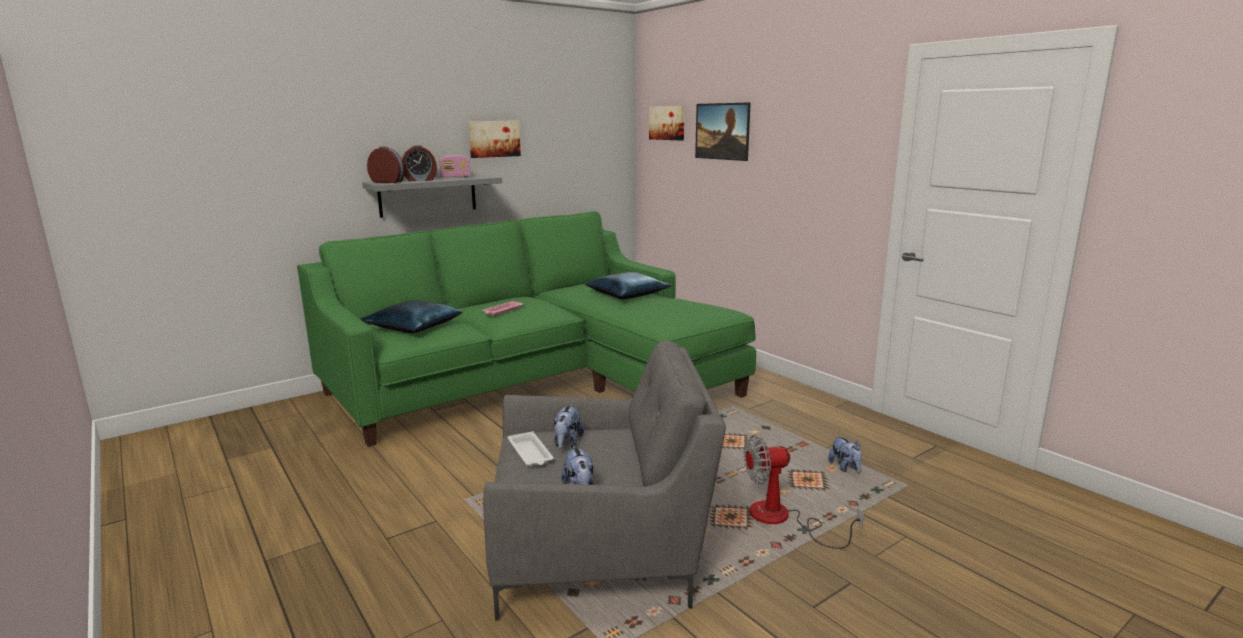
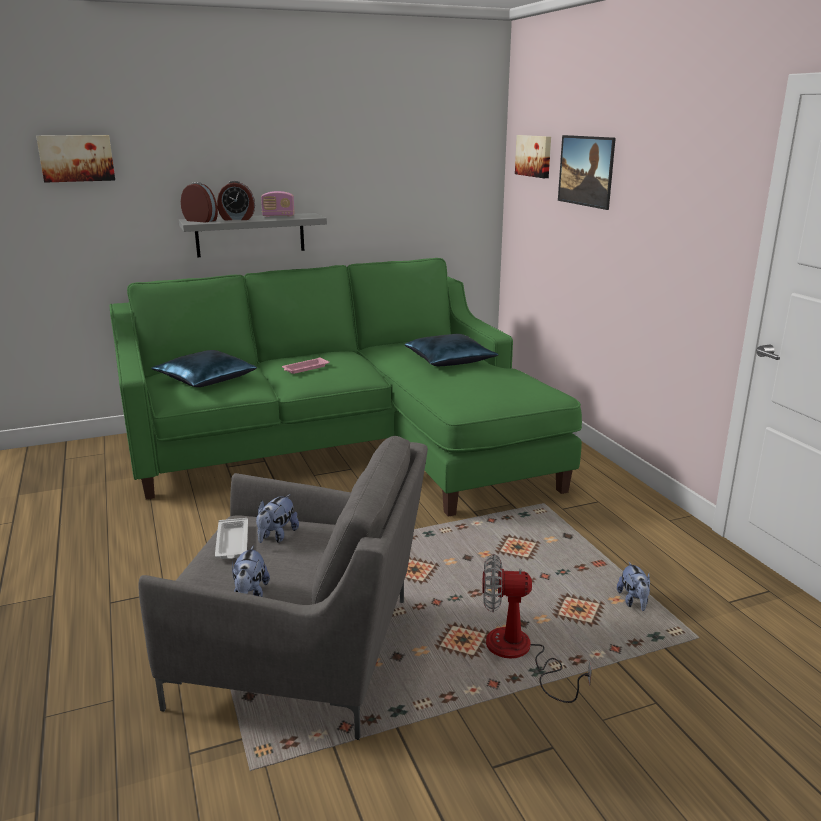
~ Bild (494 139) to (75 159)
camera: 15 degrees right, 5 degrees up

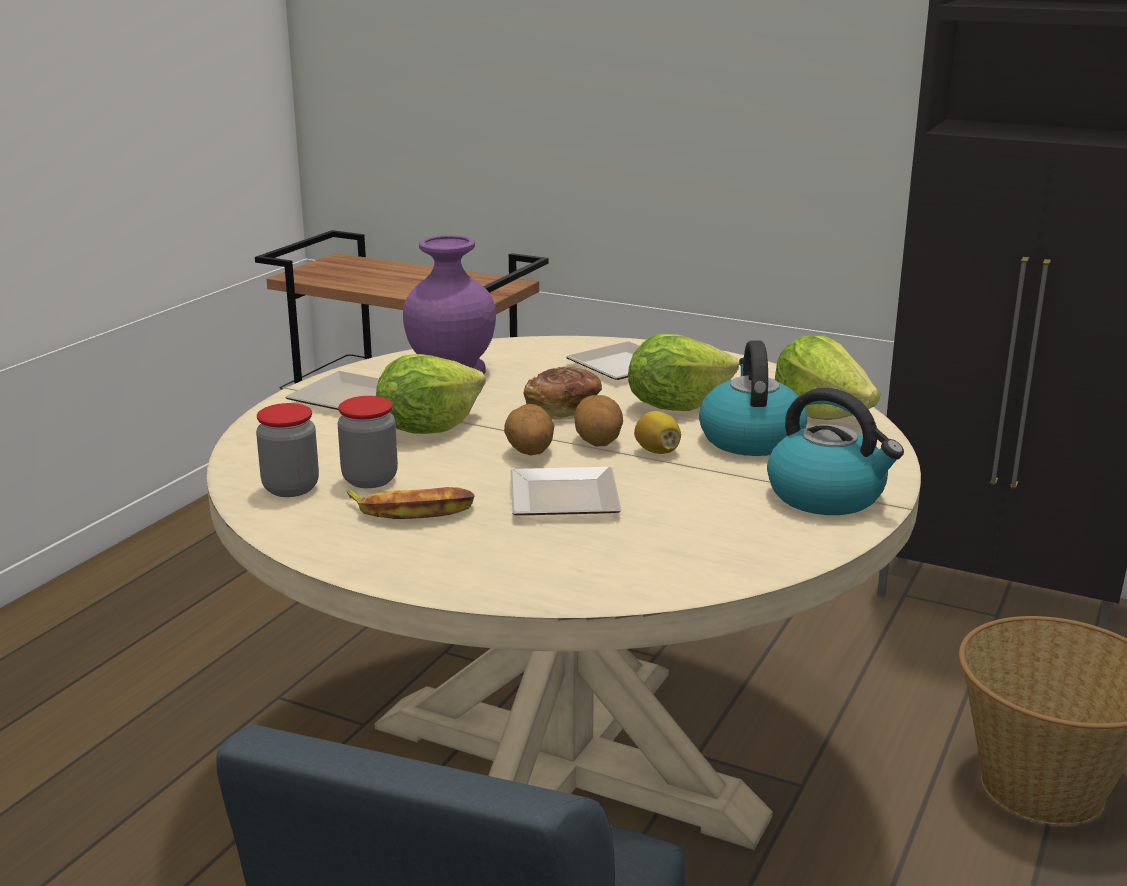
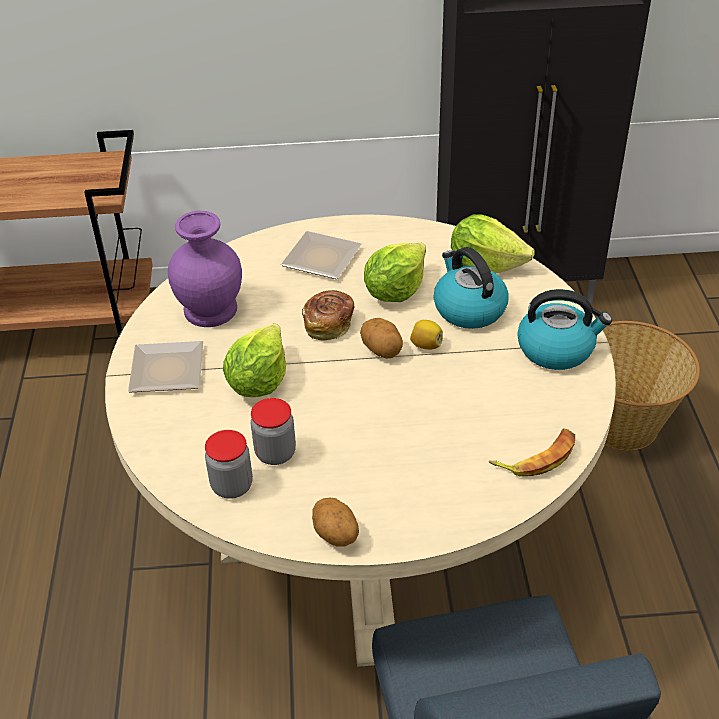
~ Banane (410 503) to (532 452)
~ Kartoffel (529 430) to (335 522)
- Teller (566 491)
camera: 30 degrees left, 20 degrees up

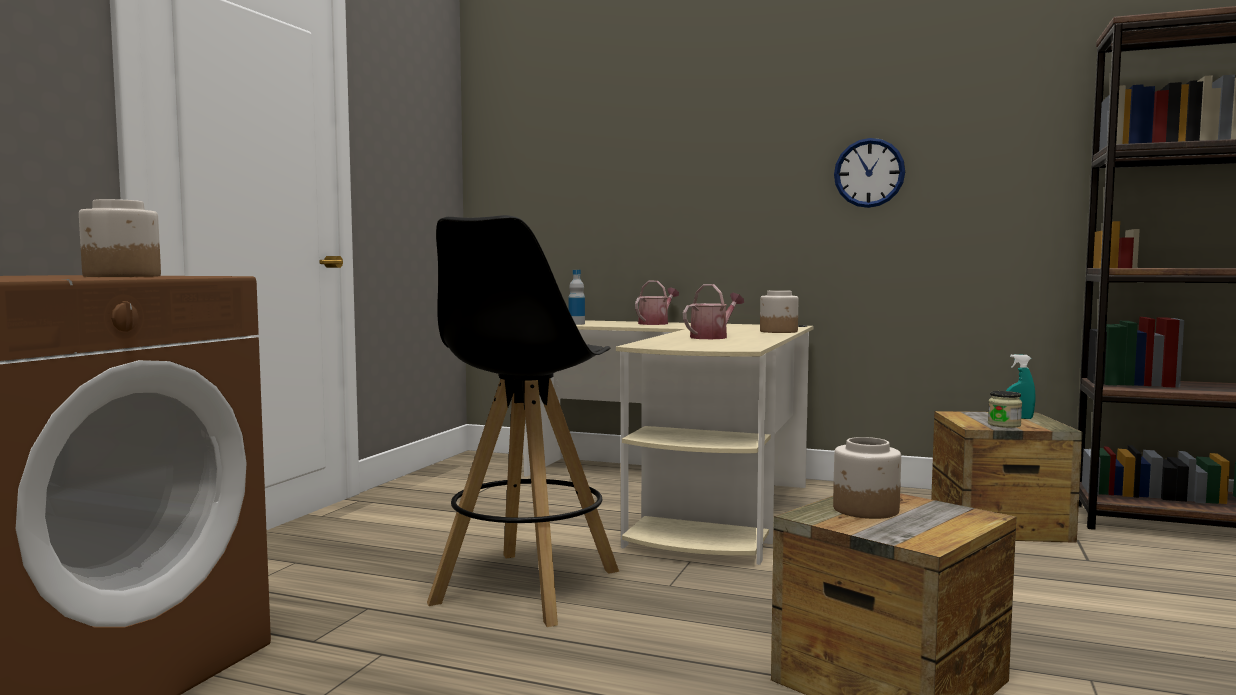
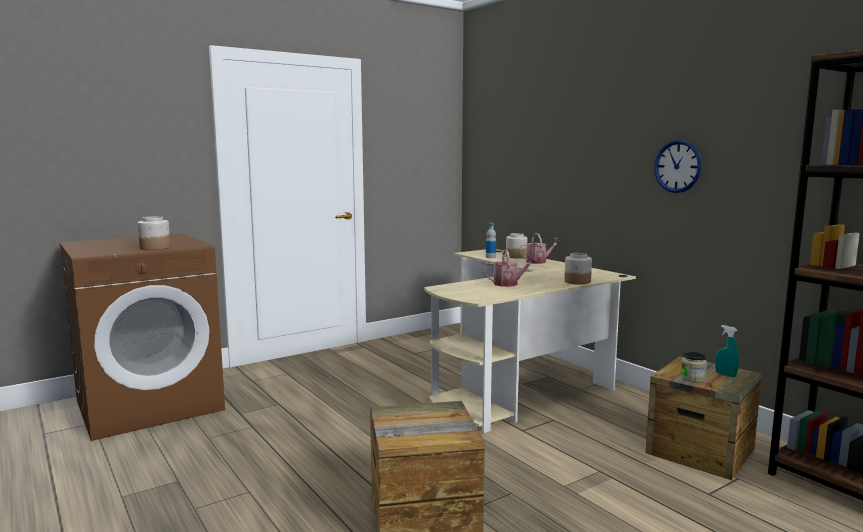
- Hocker [schwarz] (523 421)
~ Vorratsglas (867 478) to (516 245)
camera: 35 degrees right, 5 degrees up

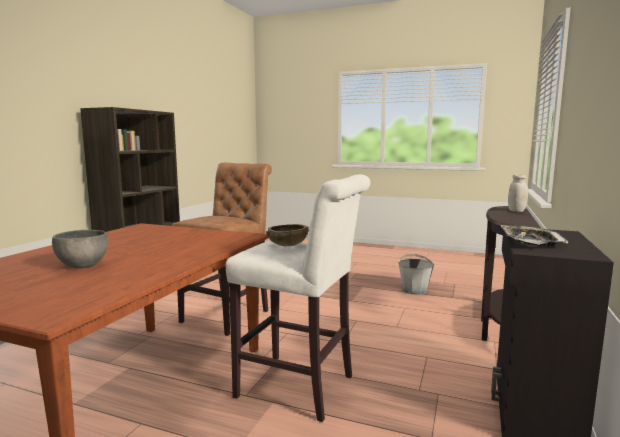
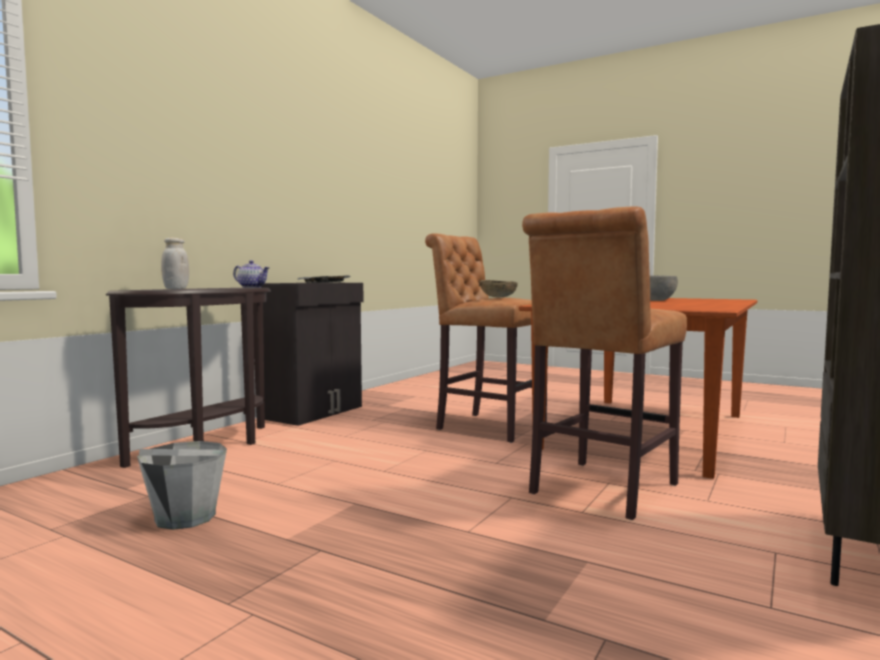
~ Hocker [weiß] (298 298) to Hocker [braun] (486 338)
+ Teekanne (251 274)
camera: 170 degrees left, 5 degrees down

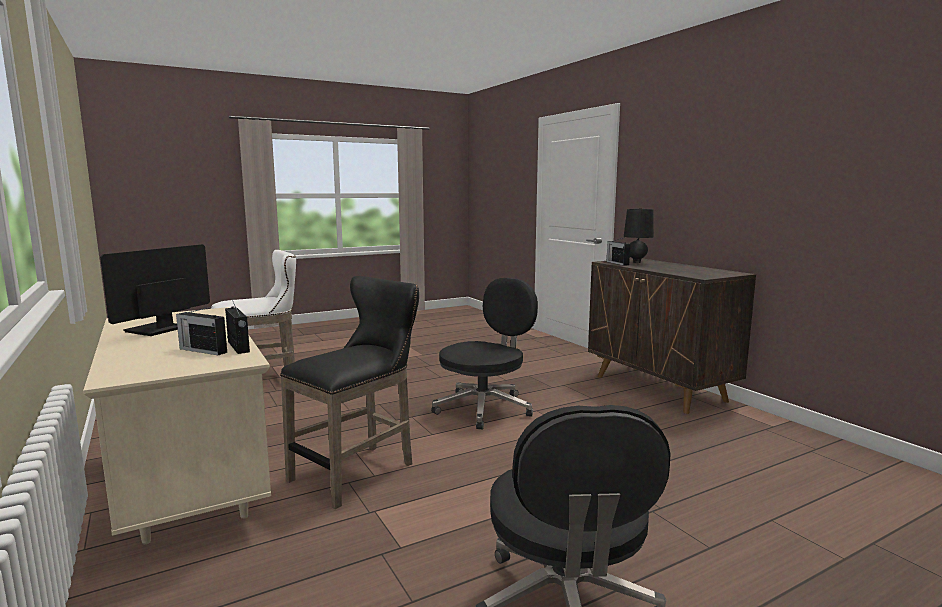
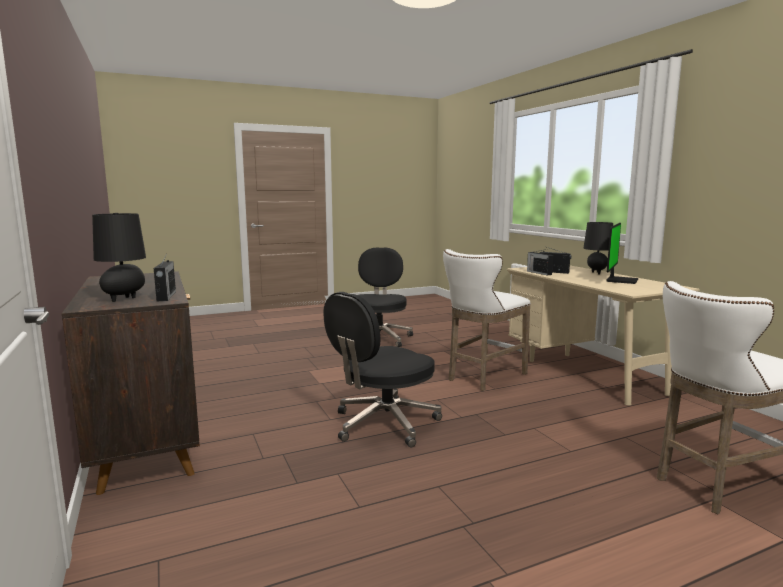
~ Hocker [schwarz] (349 392) to Hocker [weiß] (487 320)
+ Tischlampe [schwarz] (598 248)
camera: 175 degrees left, 0 degrees up

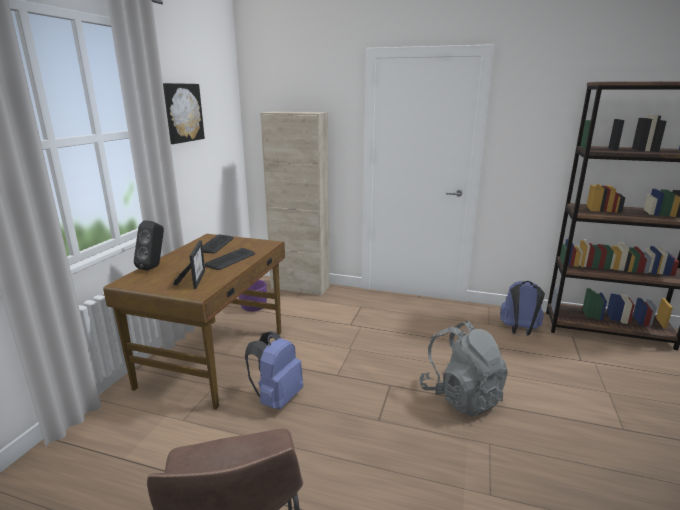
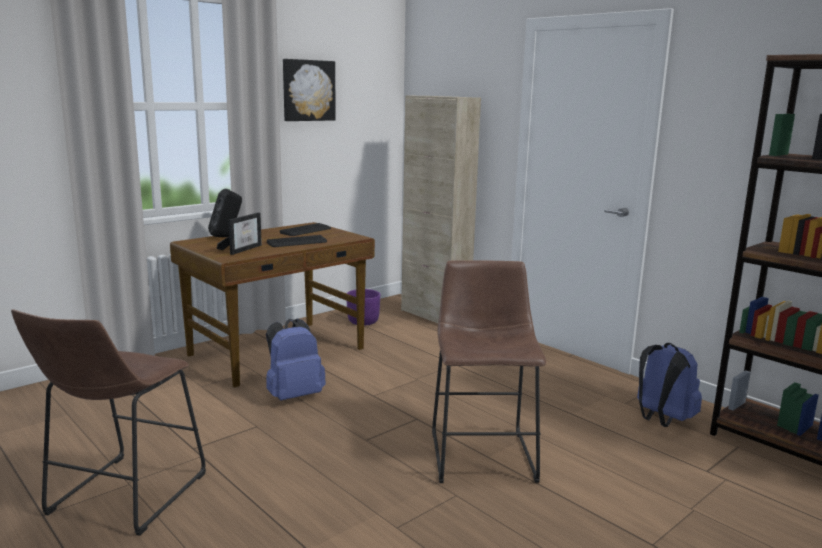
~ Rucksack [grau] (463 369) to Hocker [braun] (489 371)
camera: 30 degrees right, 5 degrees down

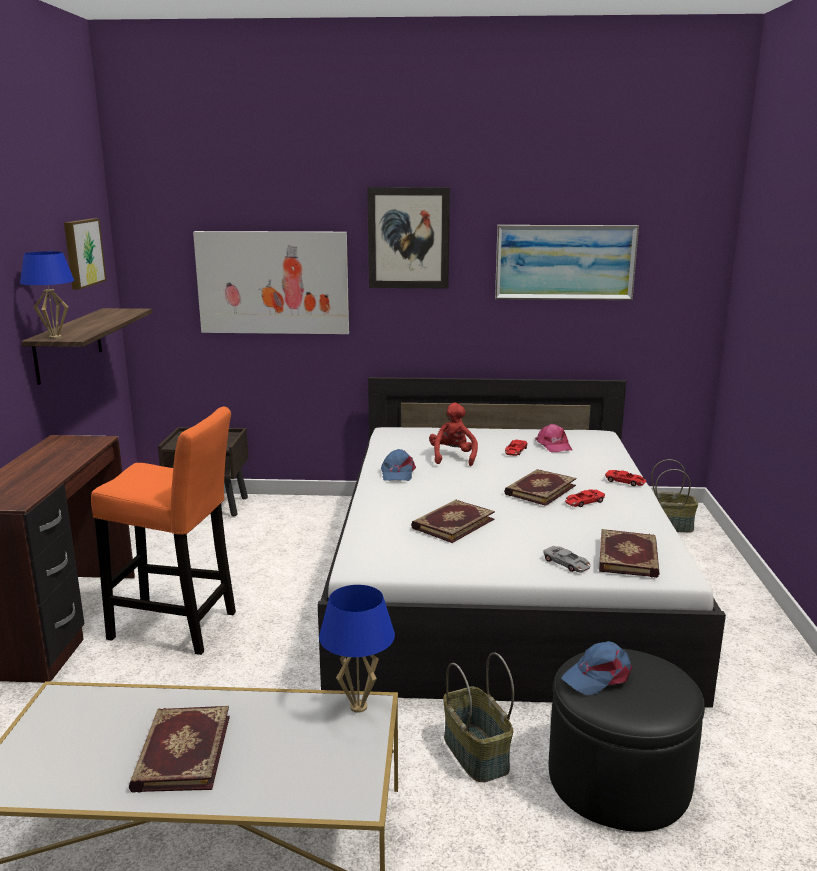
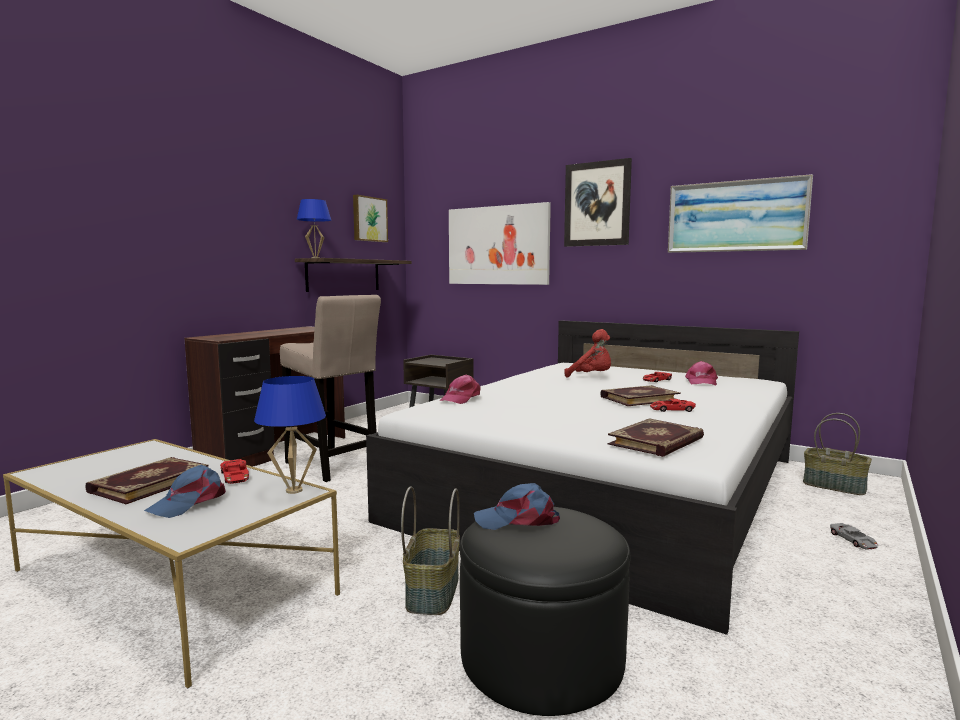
~ Hocker [orange] (163 531) to Hocker [beige] (330 388)
~ Kappe [blau] (398 465) to (185 491)
- Buch (453 521)
~ Plüschtier [rot] (453 434) = (587 353) 90 degrees clockwise
~ Spielzeugauto [grau] (567 559) to (854 536)
~ Spielzeugauto [rot] (625 478) to (234 471)
+ Kappe [rosa] (460 389)
camera: 30 degrees right, 10 degrees down

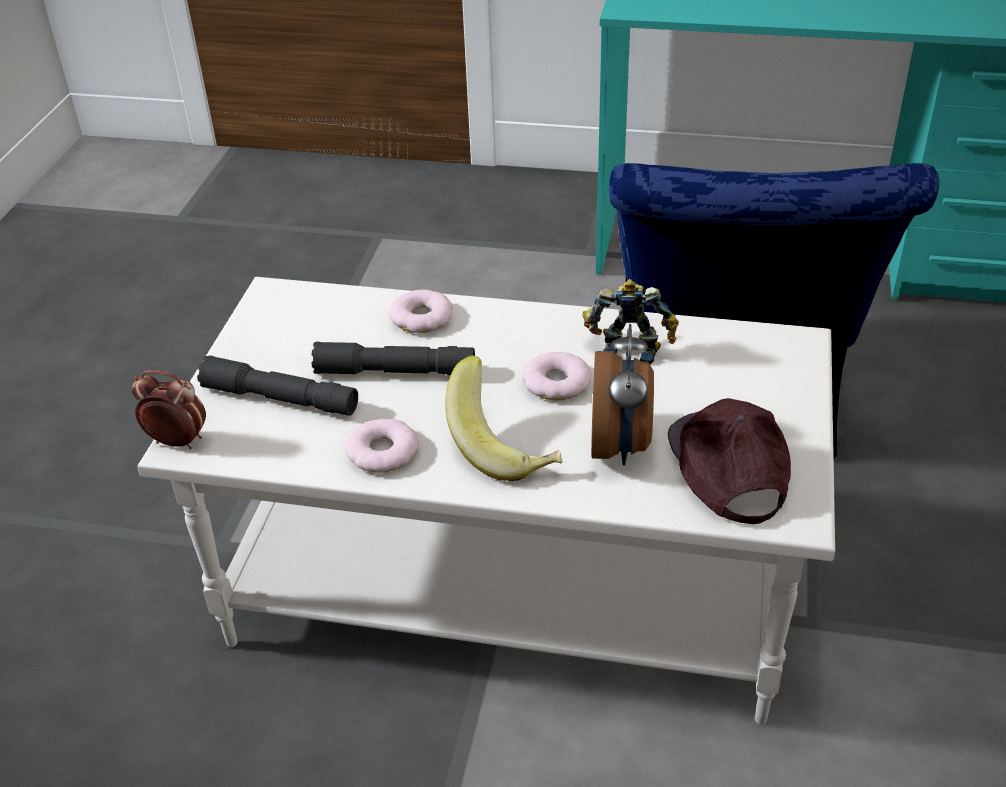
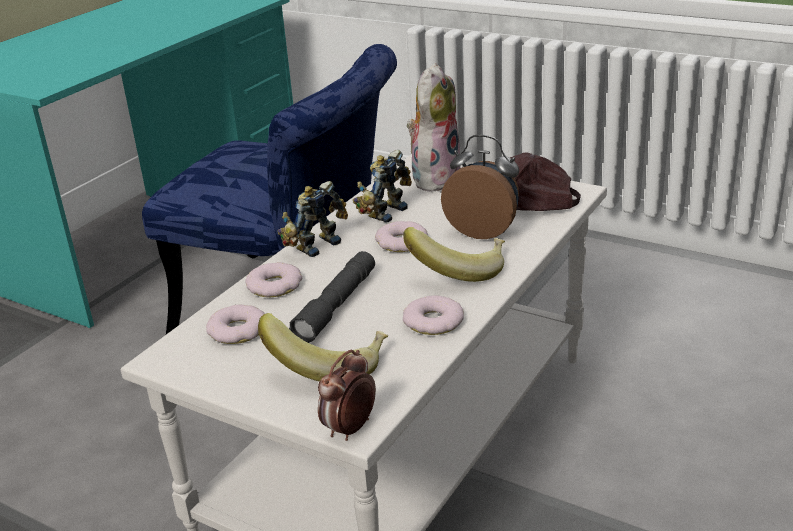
~ Taschenlampe [grau] (277 385) to Banane (323 347)
+ Donut (235 324)
+ Spielzeugroboter (312 219)
+ Plüschtier (433 127)
camera: 70 degrees left, 10 degrees down

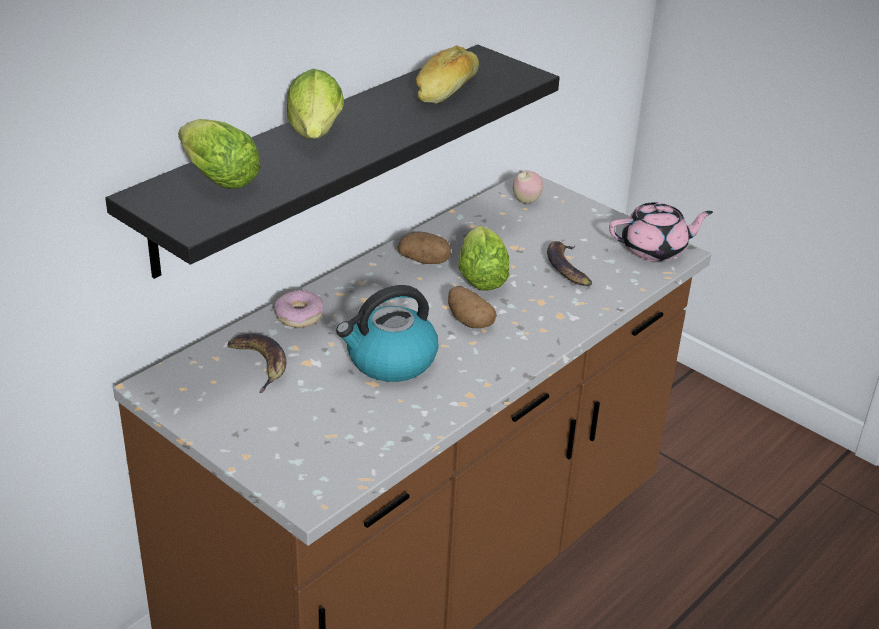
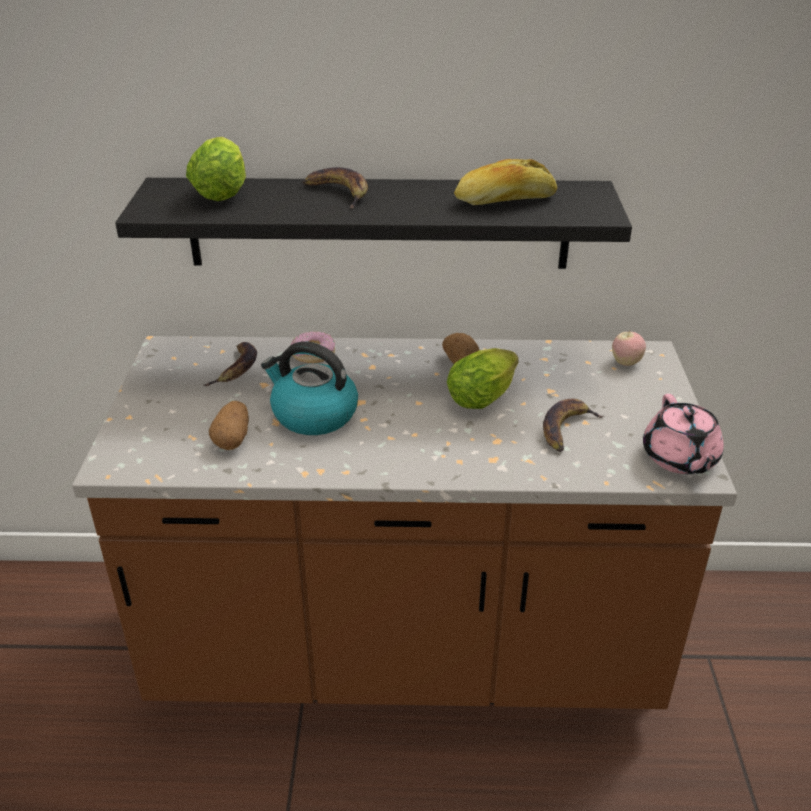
~ Salatkopf (315 104) to Banane (335 188)
~ Kartoffel (472 307) to (229 425)
~ Teekanne [rosa] (661 232) = (683 434) 45 degrees clockwise
camera: 50 degrees right, 0 degrees up

